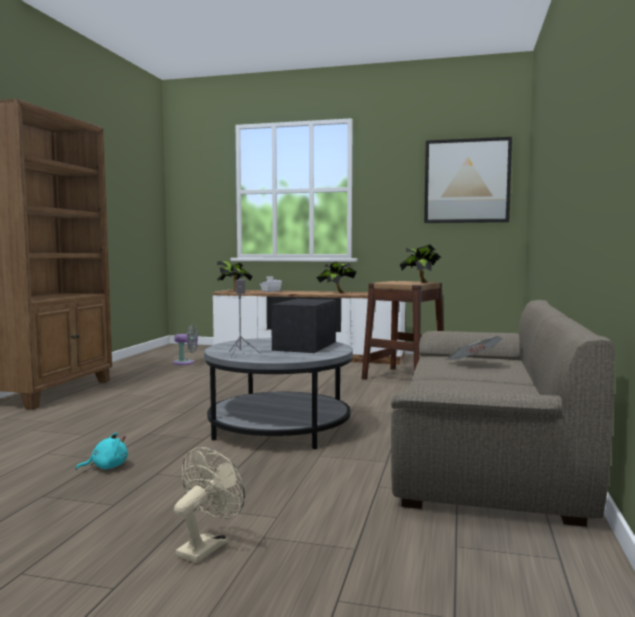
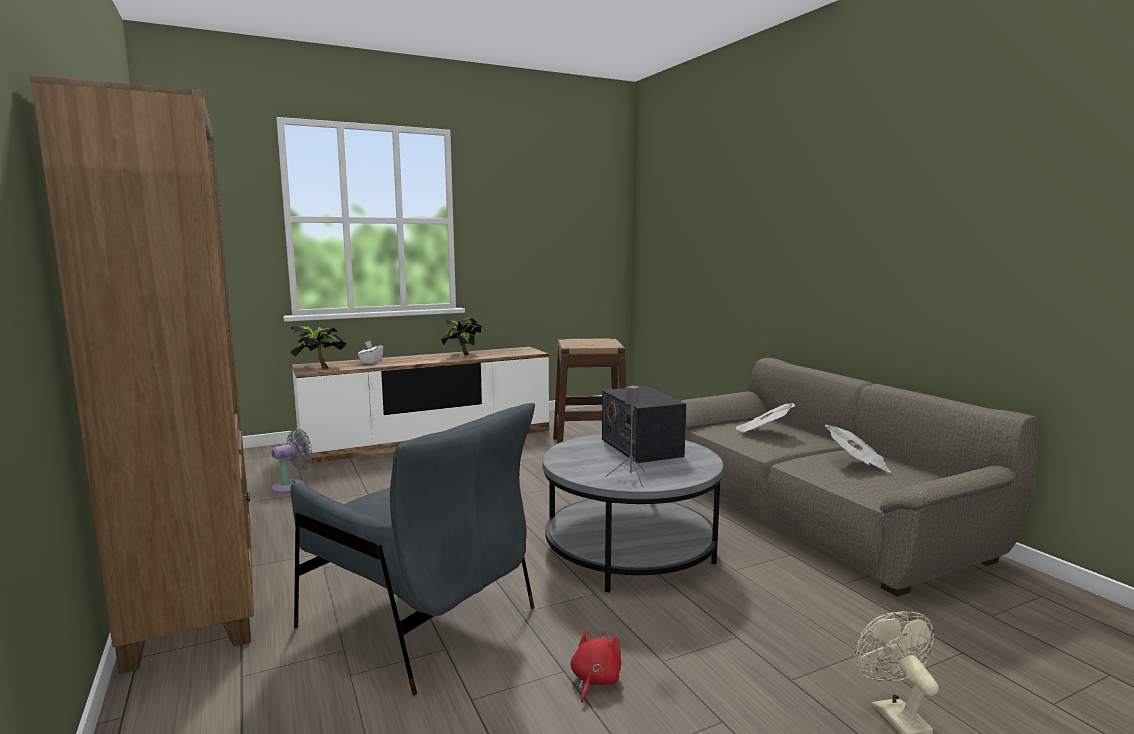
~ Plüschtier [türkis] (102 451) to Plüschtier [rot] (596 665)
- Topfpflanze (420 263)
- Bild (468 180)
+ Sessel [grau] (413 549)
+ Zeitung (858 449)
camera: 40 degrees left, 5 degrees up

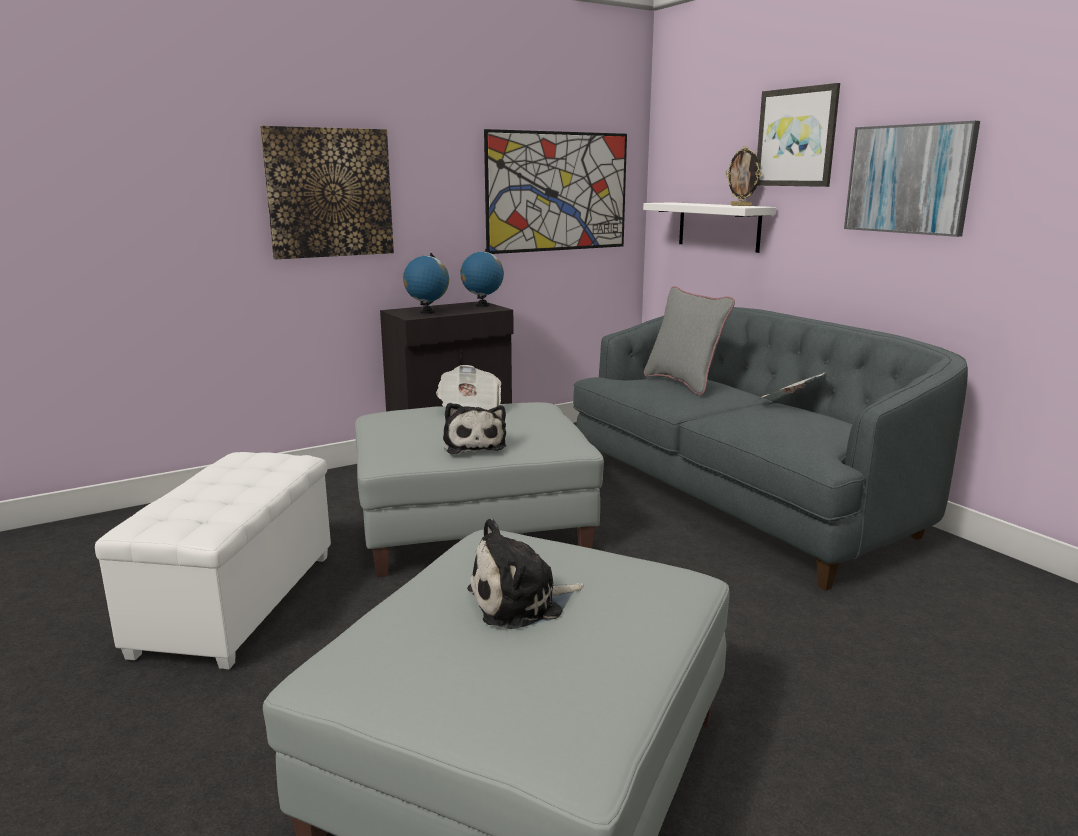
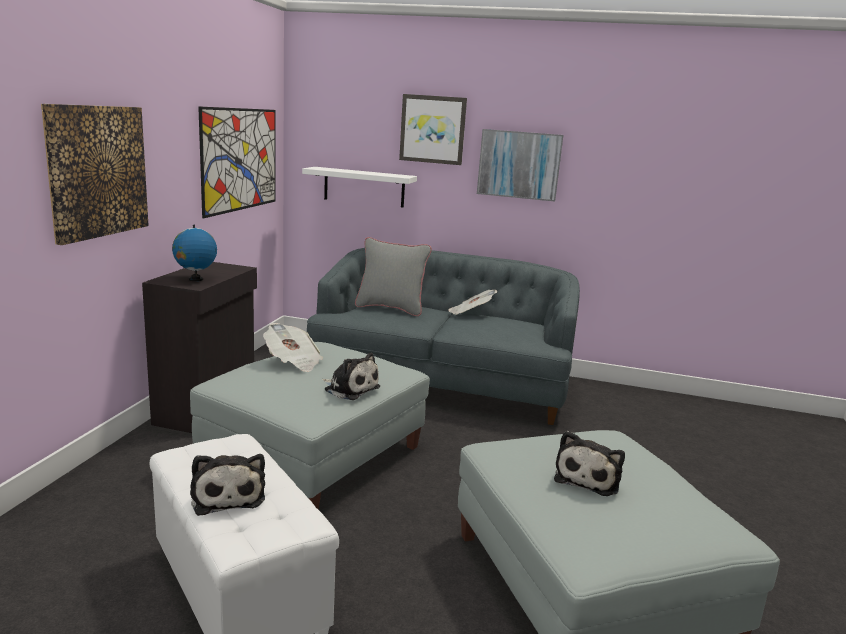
- Globus (482 278)
- Bilderrahmen (743 176)
+ Plüschtier (227 485)
camera: 45 degrees left, 0 degrees up

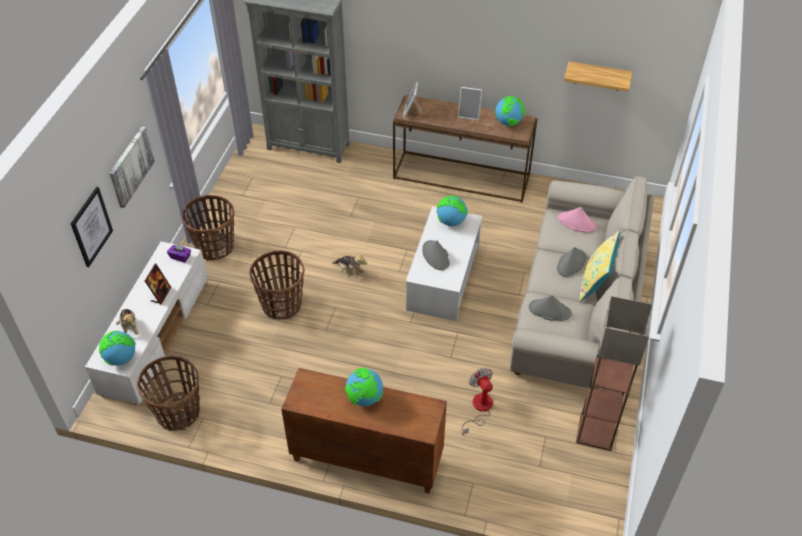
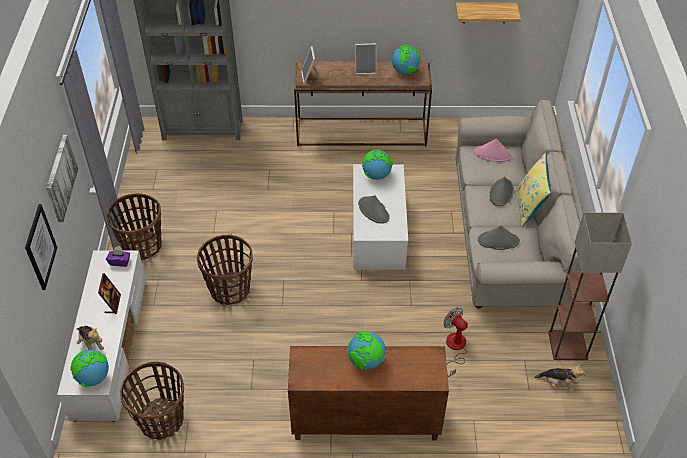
~ Plüschtier (350 265) to (560 377)
camera: 15 degrees left, 0 degrees up

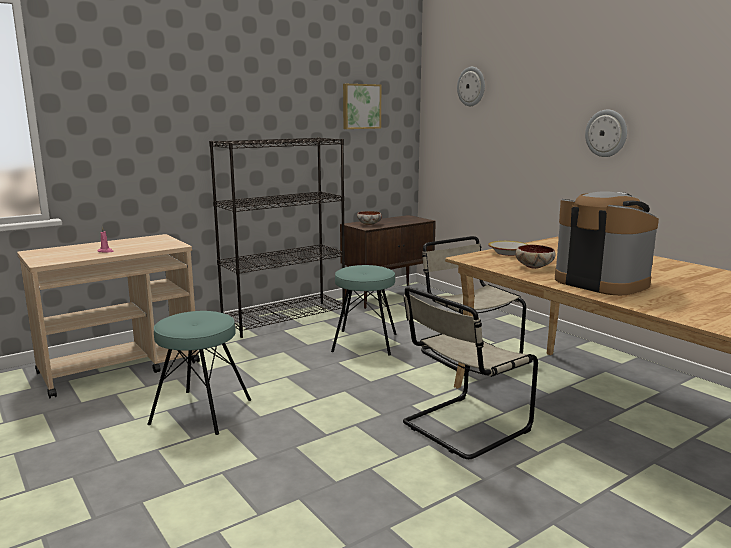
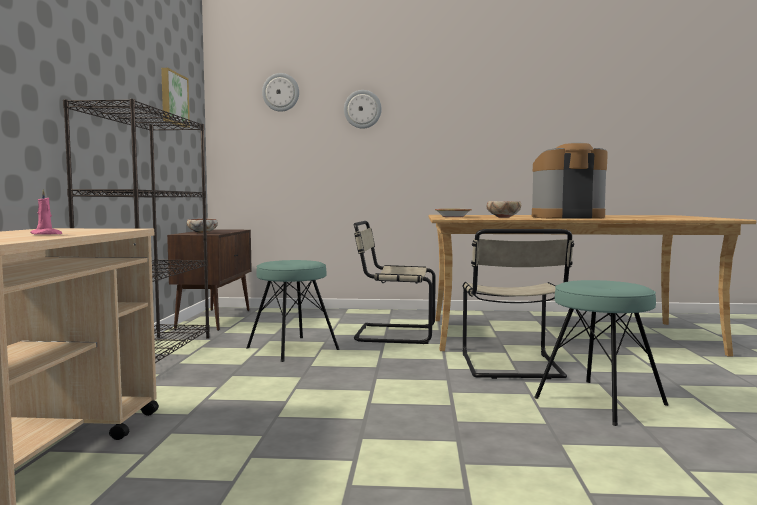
~ Hocker [türkis] (199 373) to (601 353)
~ Wanduhr (606 133) to (363 109)
camera: 50 degrees left, 10 degrees down

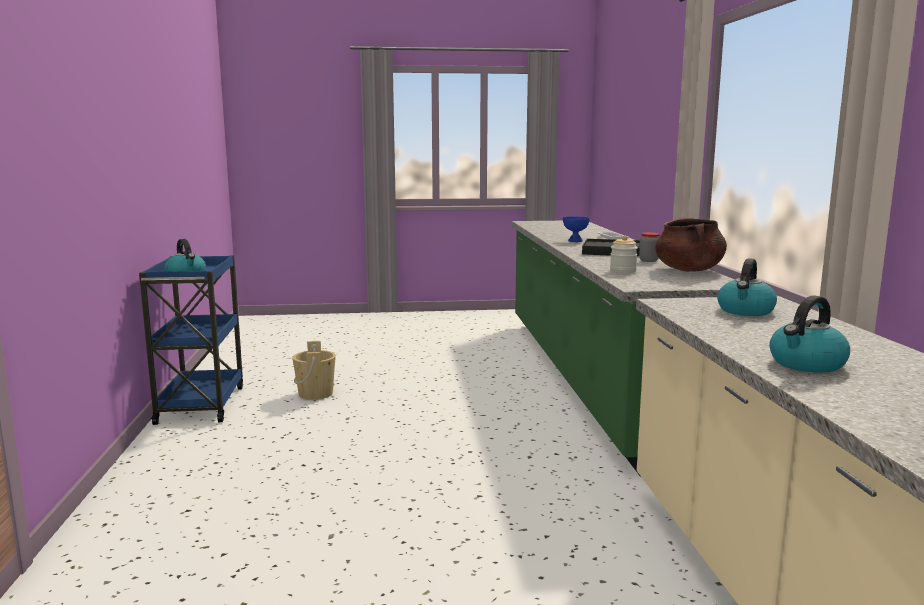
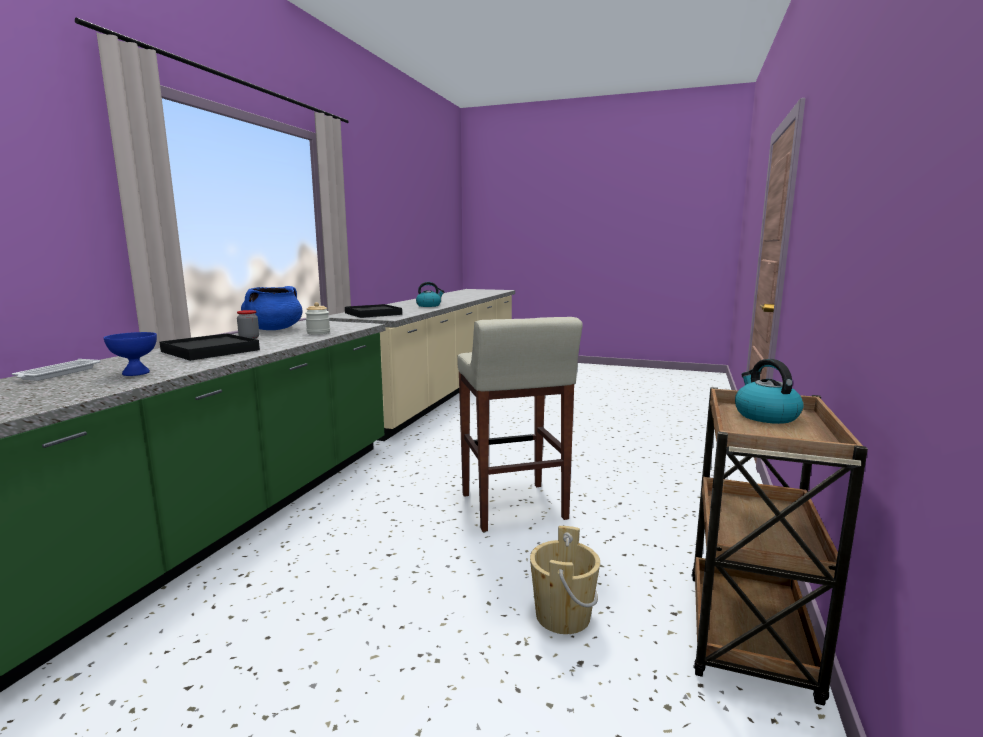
~ Rollwagen [blau] (191 340) to Rollwagen [braun] (779 546)
~ Kochtopf [braun] (691 245) to Kochtopf [blau] (271 308)
~ Wasserkessel (747 287) to Tablett [schwarz] (373 311)
+ Hocker [beige] (520 424)
camera: 155 degrees left, 0 degrees up

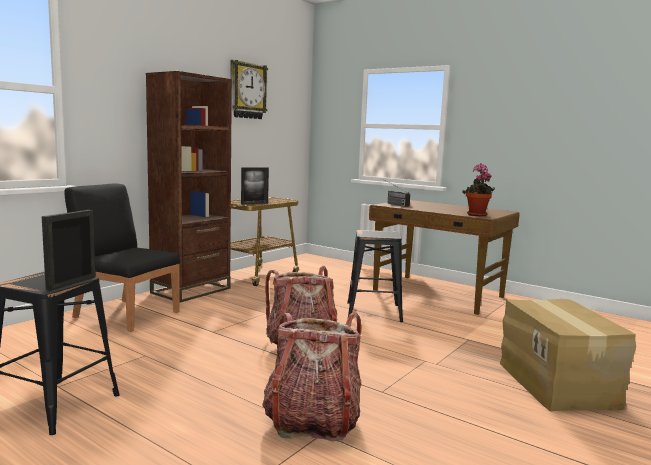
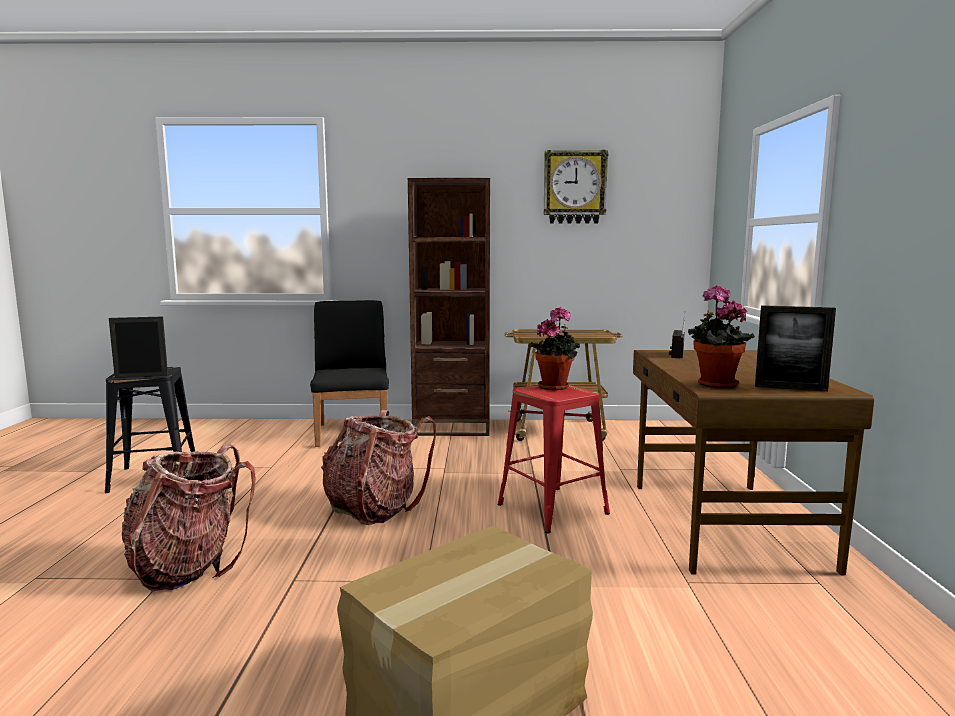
~ Bilderrahmen (255 186) to (795 348)
~ Hocker [schwarz] (375 276) to Hocker [rot] (554 459)
+ Topfpflanze (555 348)
camera: 55 degrees right, 0 degrees up

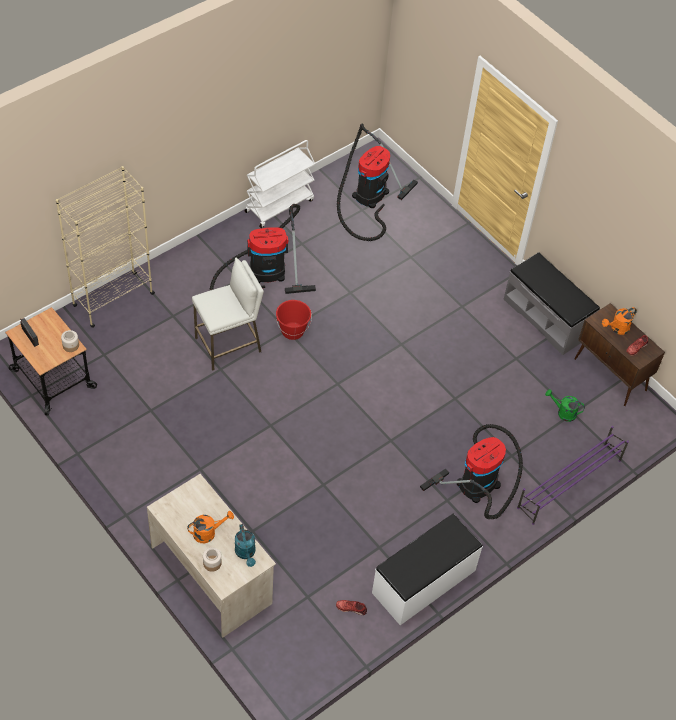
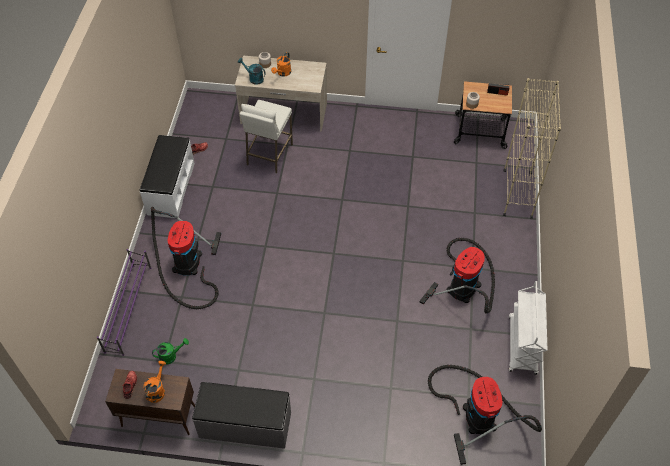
~ Hocker [weiß] (228 314) to (266 136)
- Eimer [rot] (294 320)
camera: 140 degrees right, 0 degrees up

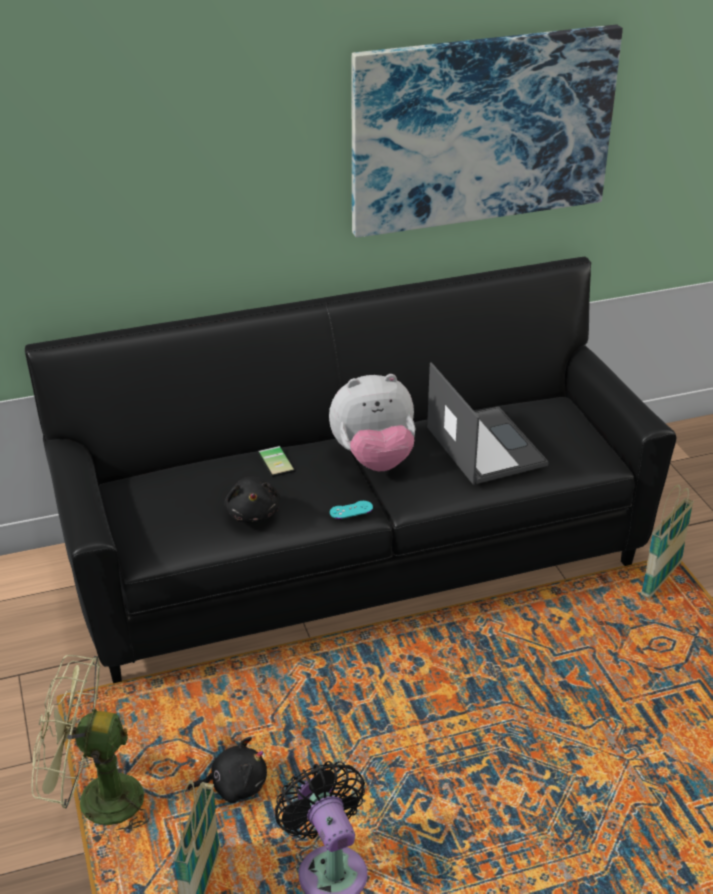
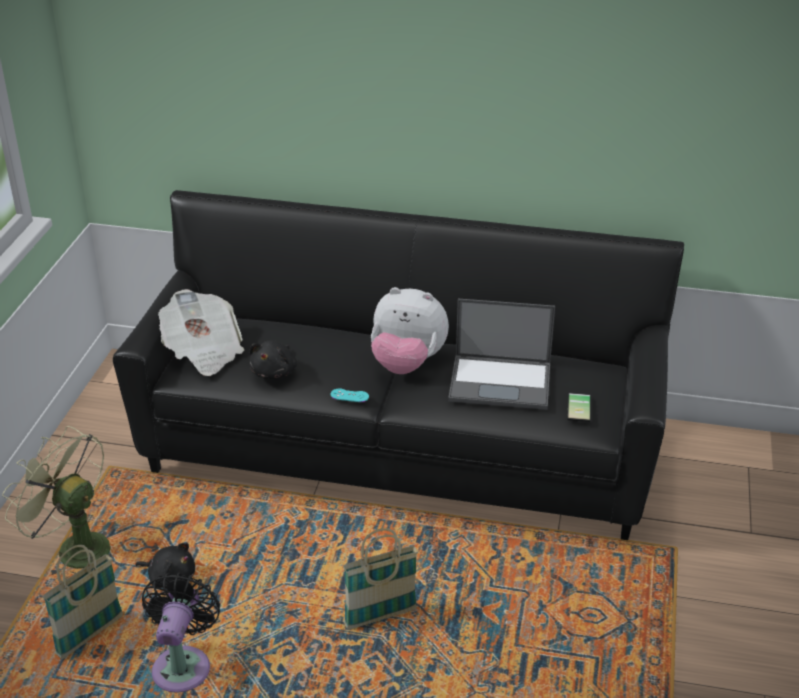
~ Handy (276 461) to (579 407)
- Bild (487 131)
~ Laptop (488 423) = (501 354) 90 degrees clockwise
~ Korb (667 542) to (380 579)
+ Zeitung (201 332)
camera: 30 degrees right, 0 degrees up

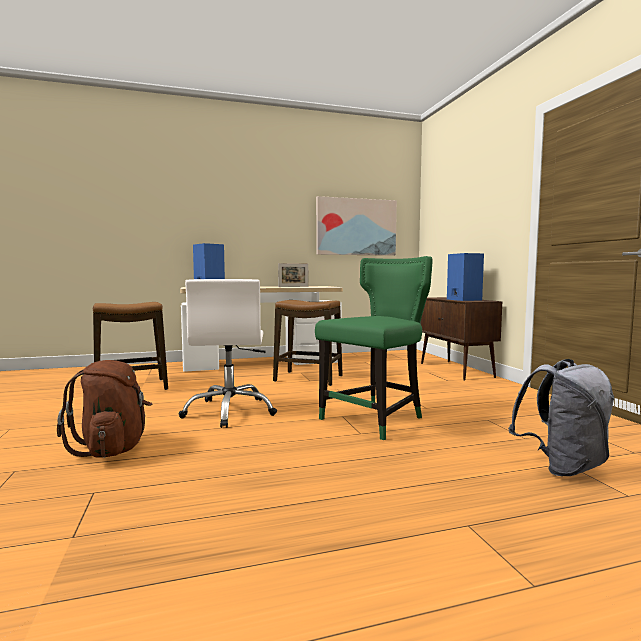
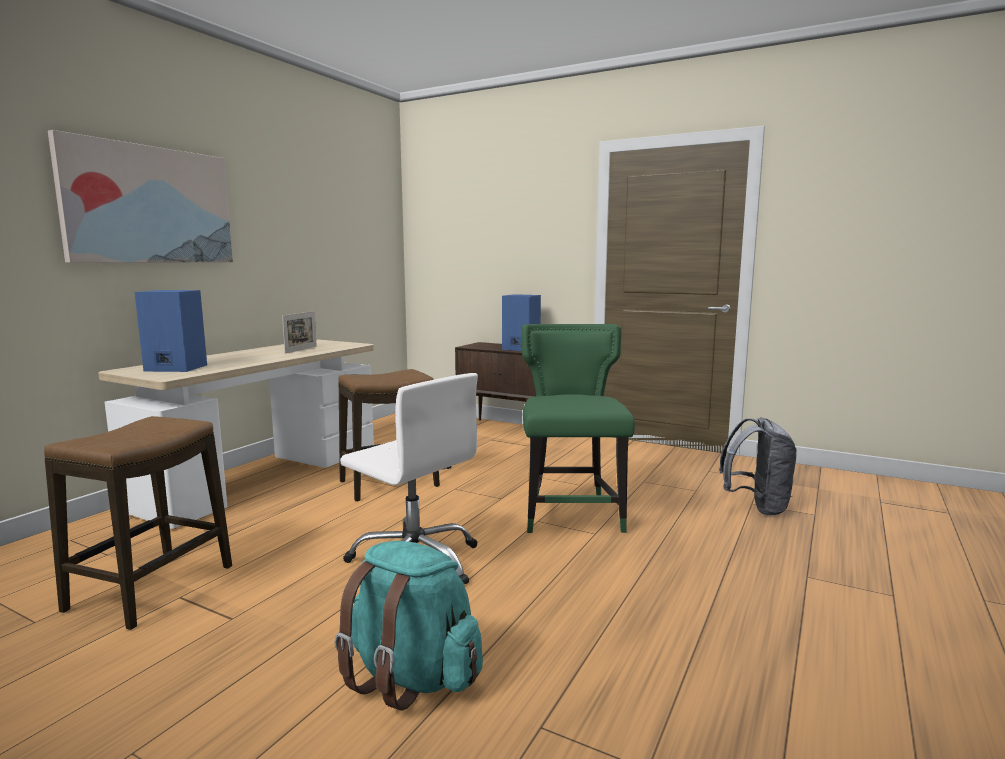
~ Rucksack [braun] (104 409) to Rucksack [türkis] (408 626)
~ Bild (356 226) to (140 196)
camera: 45 degrees left, 5 degrees up

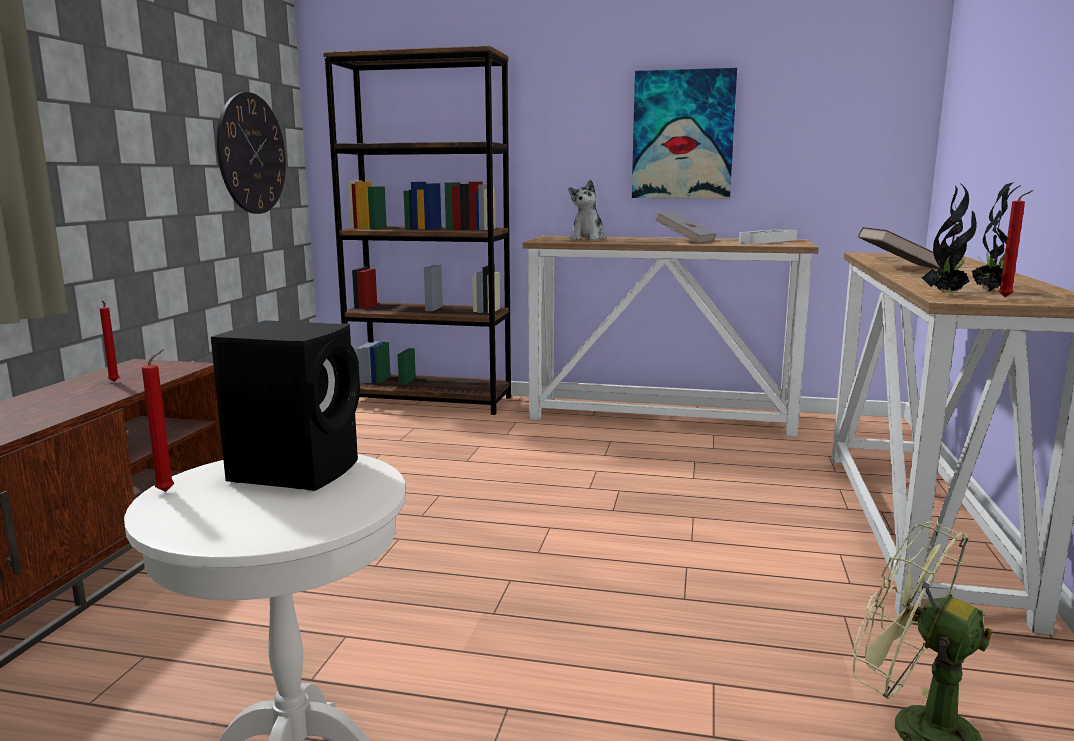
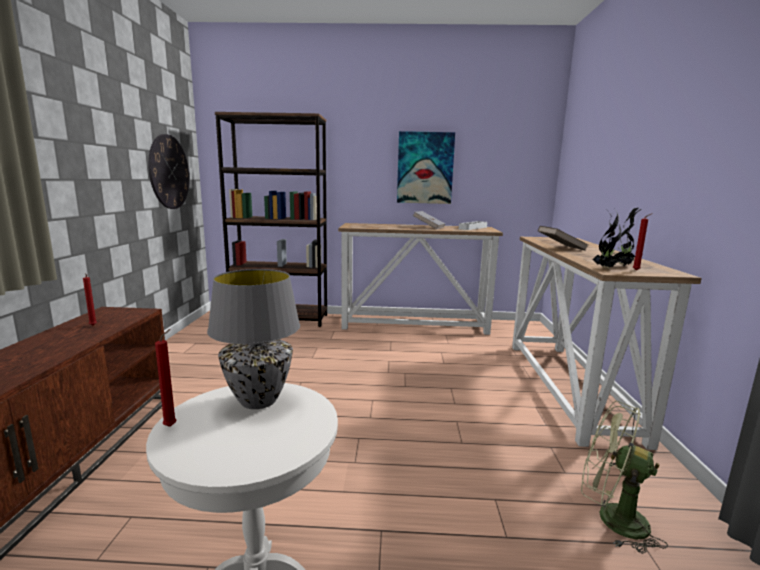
~ Lautsprecher [schwarz] (285 405) to Tischlampe [grau] (253 339)
- Plüschtier (587 210)
camera: 10 degrees left, 0 degrees up

